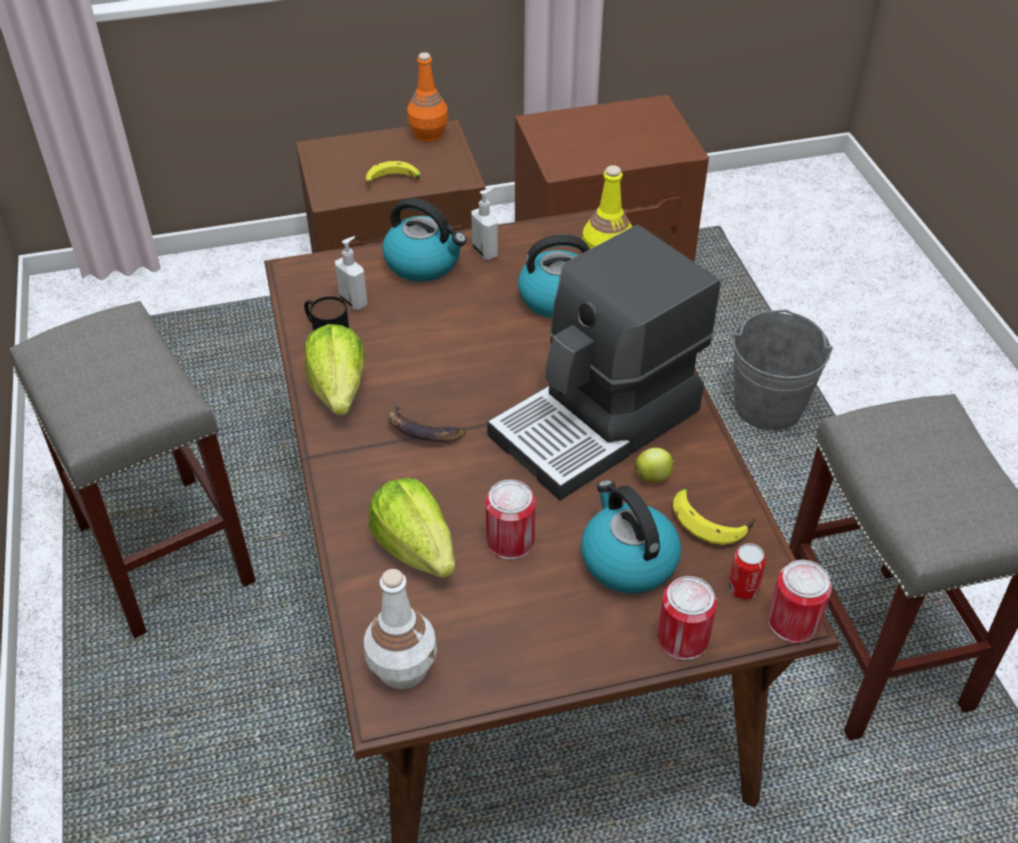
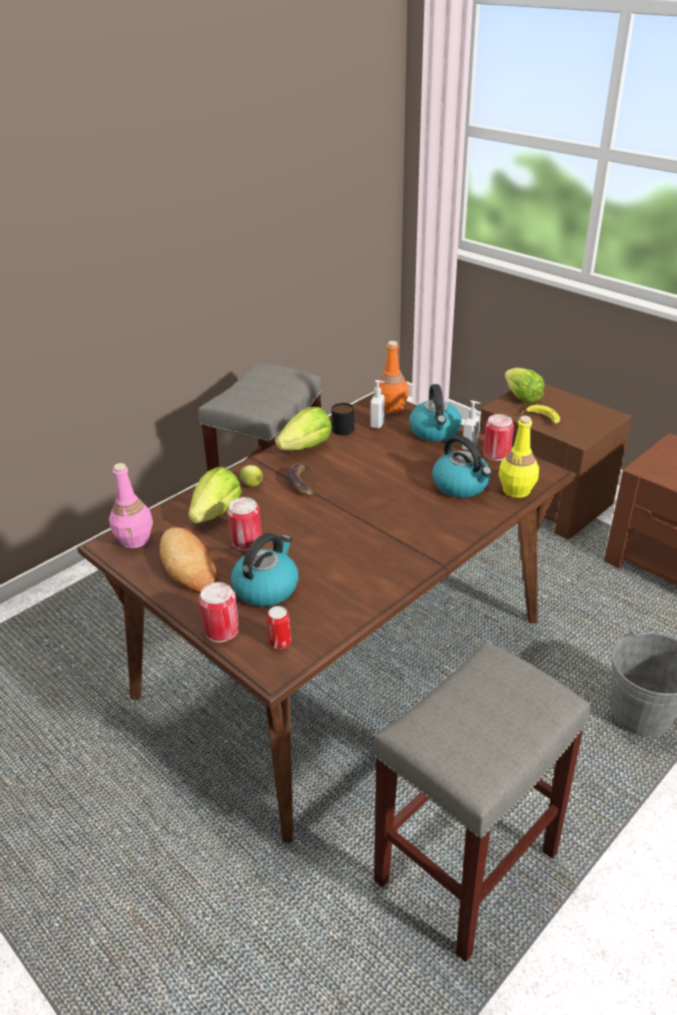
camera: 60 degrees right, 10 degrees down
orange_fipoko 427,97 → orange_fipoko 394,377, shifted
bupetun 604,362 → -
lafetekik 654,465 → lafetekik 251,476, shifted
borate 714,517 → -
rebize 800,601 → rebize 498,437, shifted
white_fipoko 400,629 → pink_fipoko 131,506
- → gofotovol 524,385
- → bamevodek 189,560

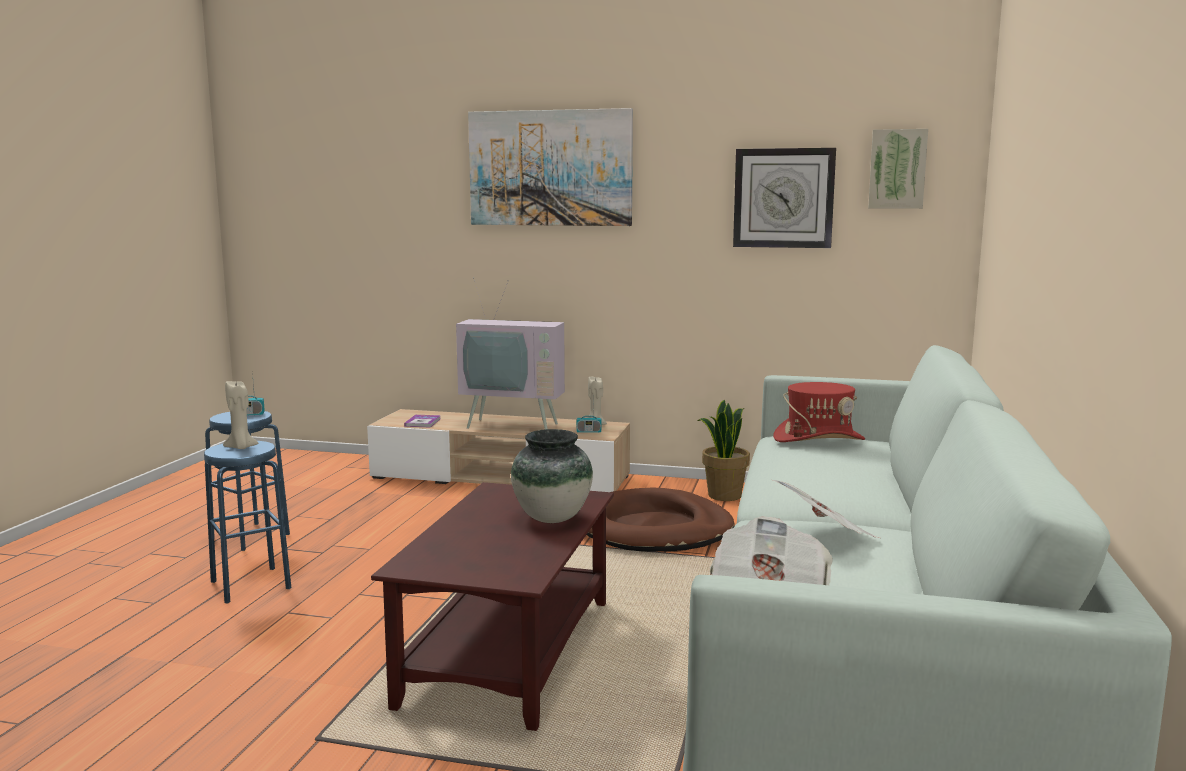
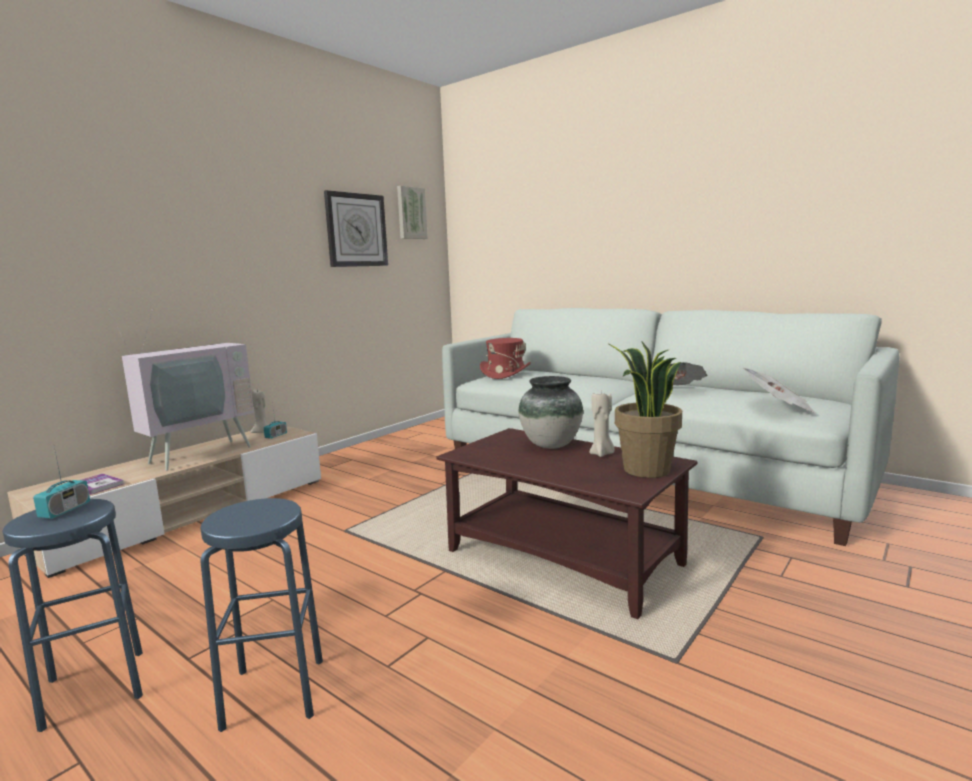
camera: 65 degrees left, 0 degrees up
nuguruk 550,167 → -
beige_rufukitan 240,415 → beige_rufukitan 602,423, shifted
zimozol 724,450 → zimozol 645,410, shifted
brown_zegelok 661,520 → -

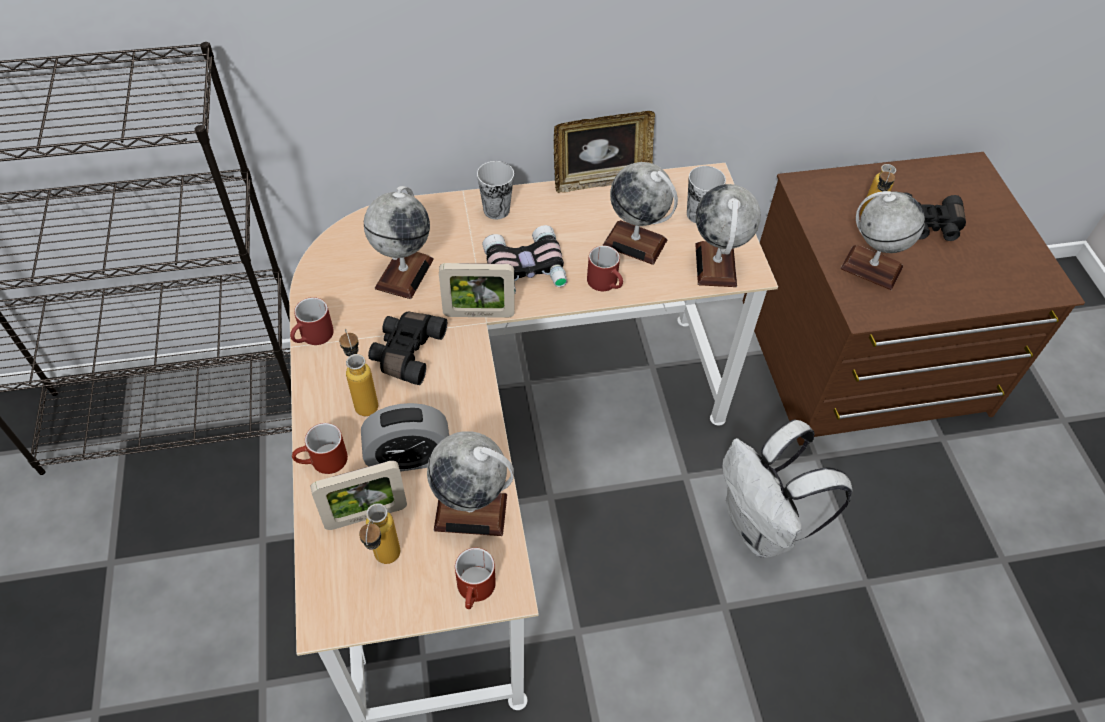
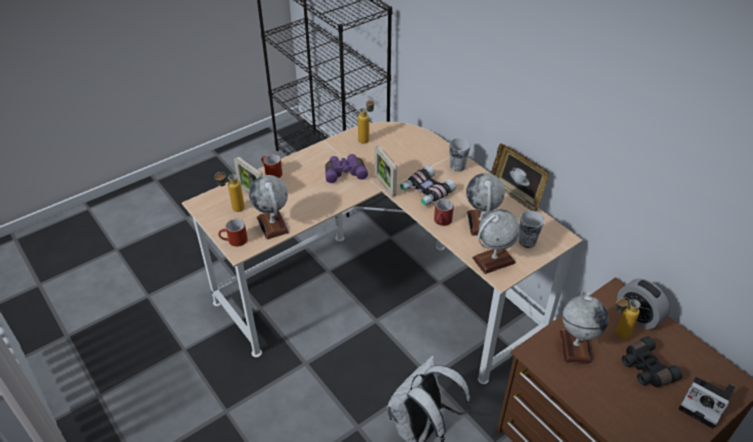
camera: 65 degrees right, 10 degrees down
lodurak 399,242 → -
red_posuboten 312,321 → -
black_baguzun 407,348 → purple_baguzun 346,168
fipoko 358,372 → fipoko 366,121, shifted
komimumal 405,437 → komimumal 643,304, shifted
- → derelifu 707,403

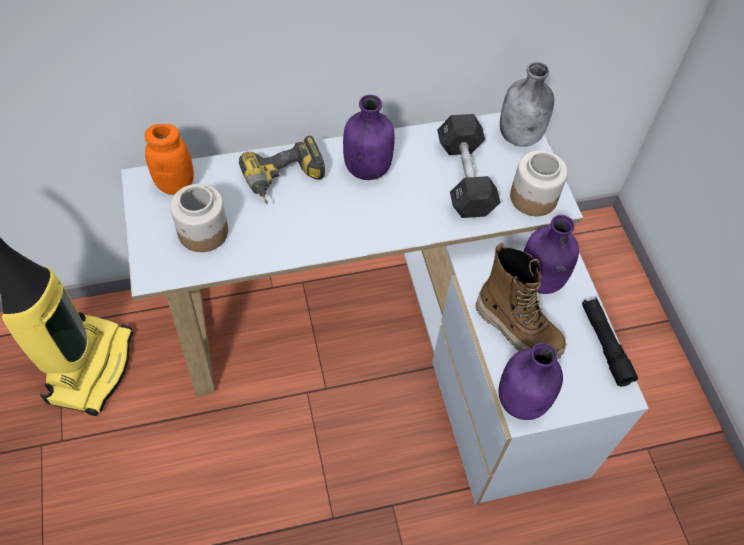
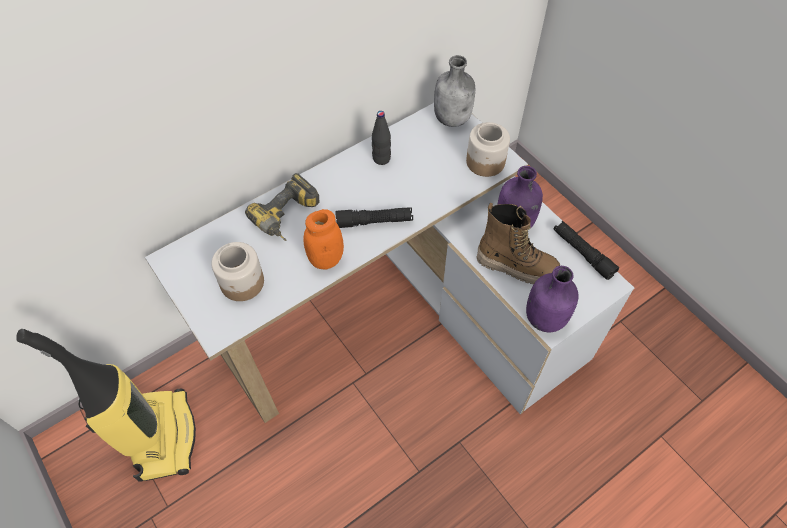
camera: 20 degrees left, 0 degrees up
purple_fipoko 369,137 → -
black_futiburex 469,166 → -
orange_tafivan 169,159 → orange_tafivan 324,239, shifted
- → black_fipoko 381,138
- → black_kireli 374,217

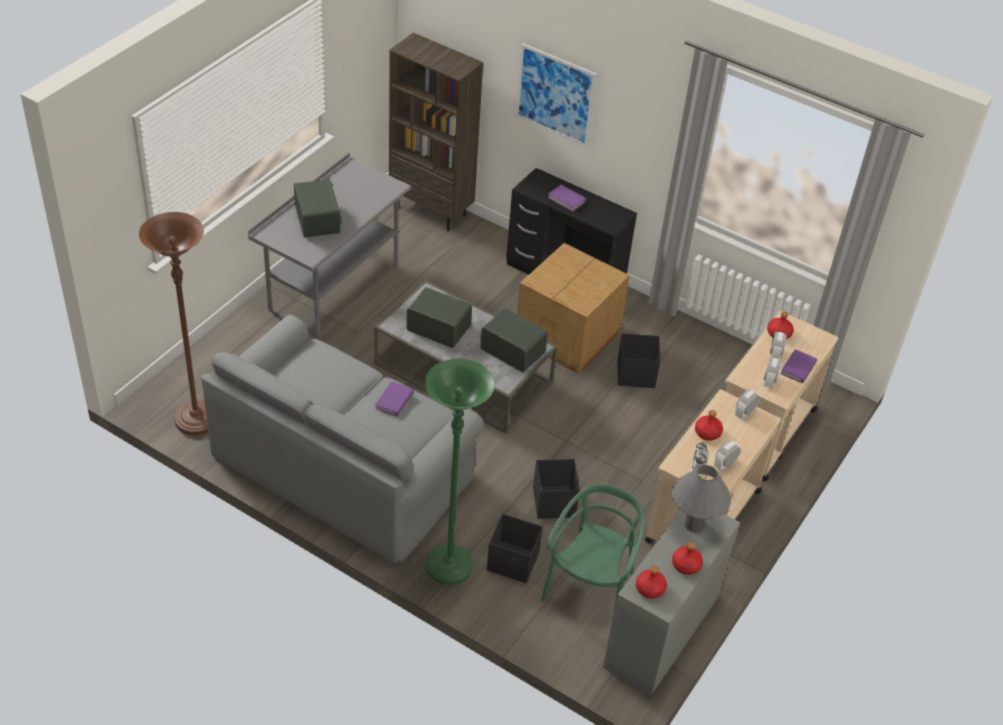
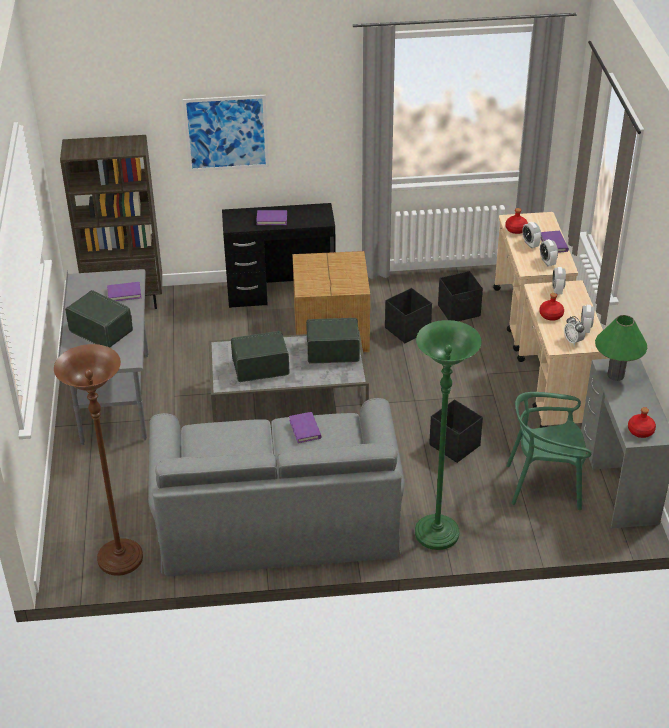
camera: 35 degrees left, 5 degrees down
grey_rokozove 701,498 → green_rokozove 621,348
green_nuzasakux 593,554 → green_nuzasakux 548,451, 75 degrees counterclockwise
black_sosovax 515,548 → black_sosovax 460,296, shifted
red_fipoko 687,558 → -
- → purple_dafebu 124,291

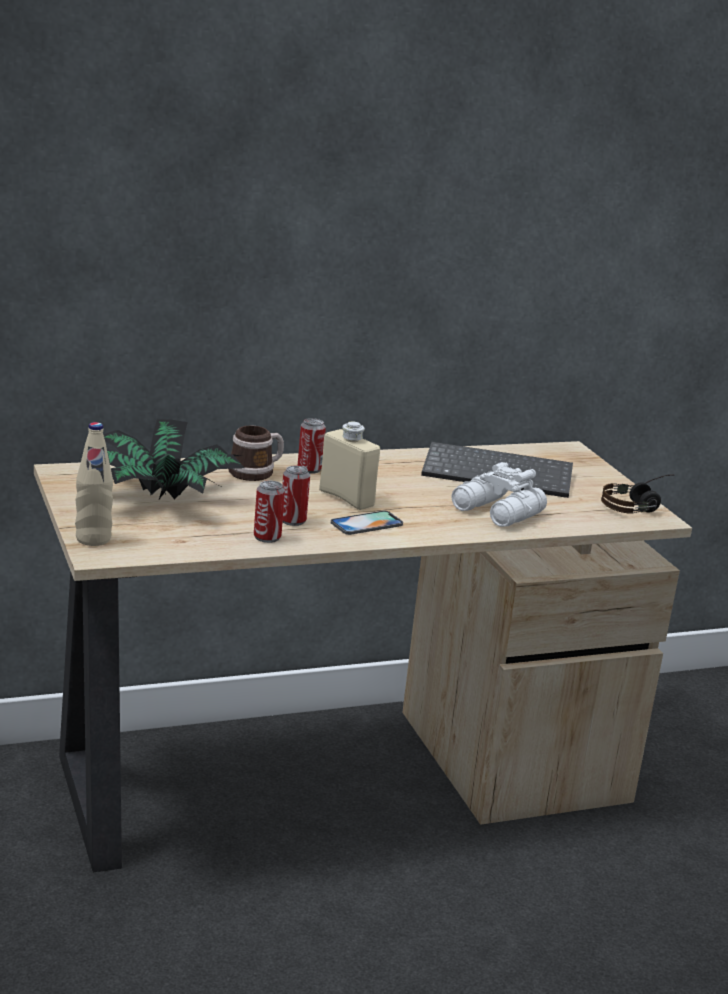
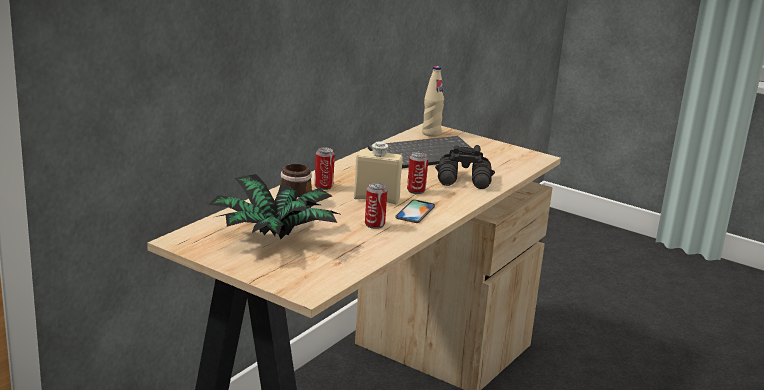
camera: 35 degrees left, 0 degrees up
beige_fipoko 94,484 → beige_fipoko 433,101, shifted
white_baguzun 499,494 → black_baguzun 465,167
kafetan 637,494 → -
rebize 269,512 → rebize 417,173, shifted

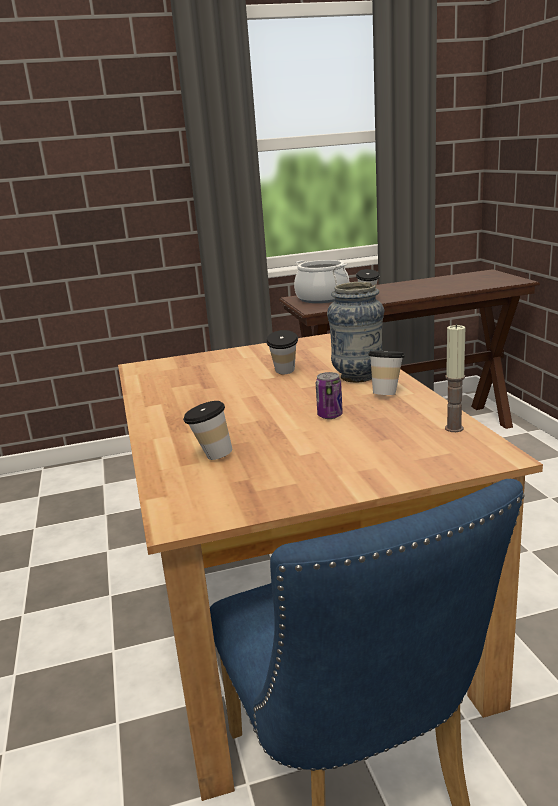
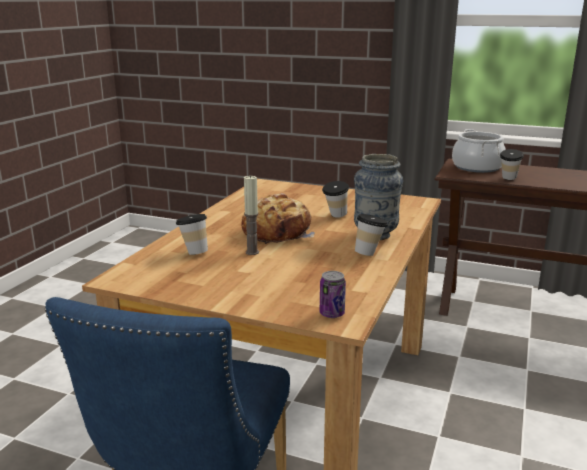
camera: 35 degrees right, 0 degrees up
rufukitan 455,378 → rufukitan 251,215, shifted
rebize 329,395 → rebize 333,294, shifted
- → bamevodek 278,218

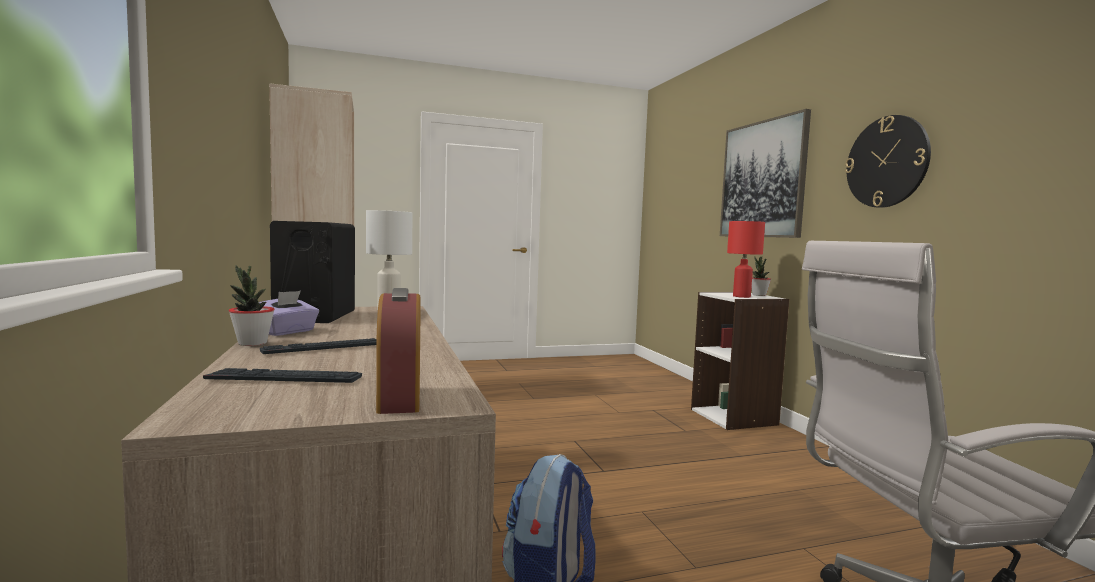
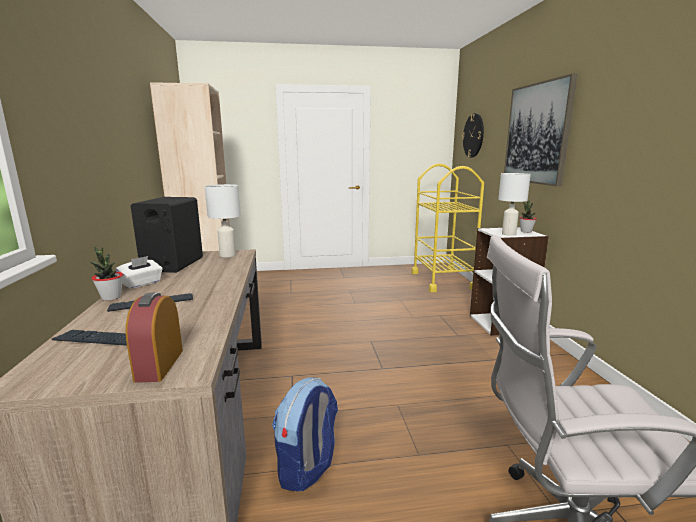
camera: 10 degrees right, 10 degrees up
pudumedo 888,161 → pudumedo 473,135, shifted
red_rokozove 746,259 → white_rokozove 514,204
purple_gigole 289,313 → white_gigole 139,272
- → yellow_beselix 448,228

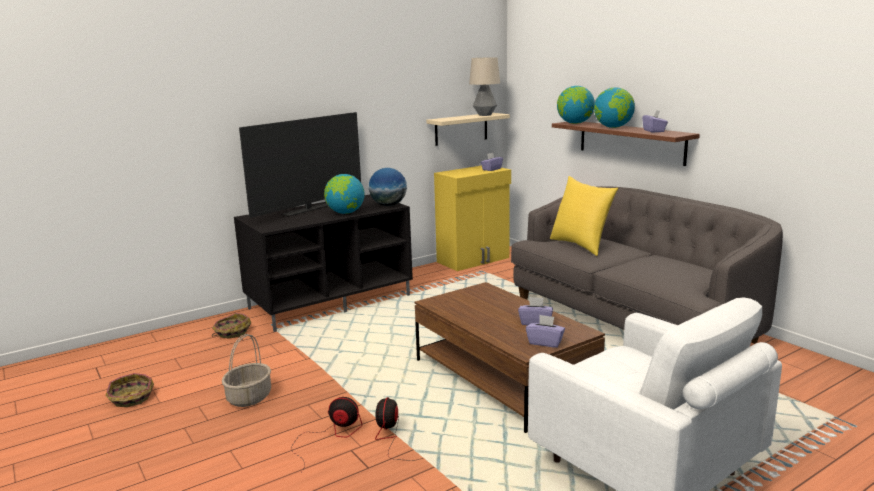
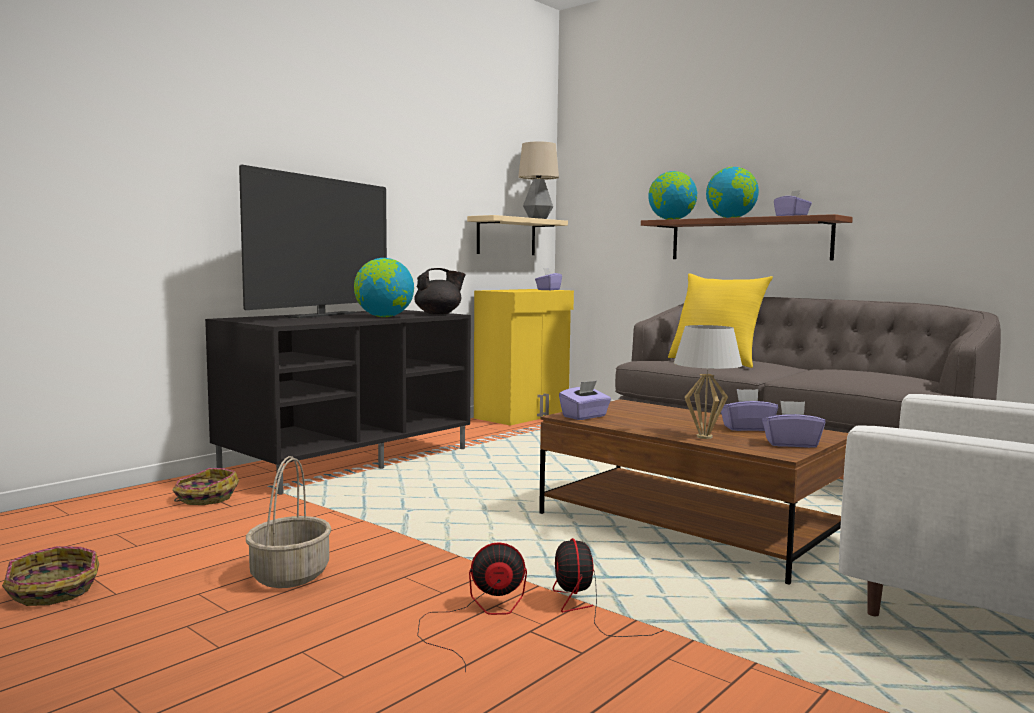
camera: 15 degrees left, 10 degrees down
lodurak 388,187 → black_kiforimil 440,291
- → white_rokozove 708,382
- → purple_gigole 585,400

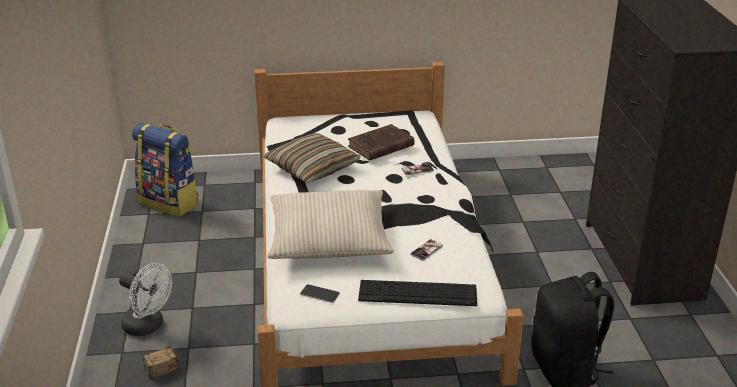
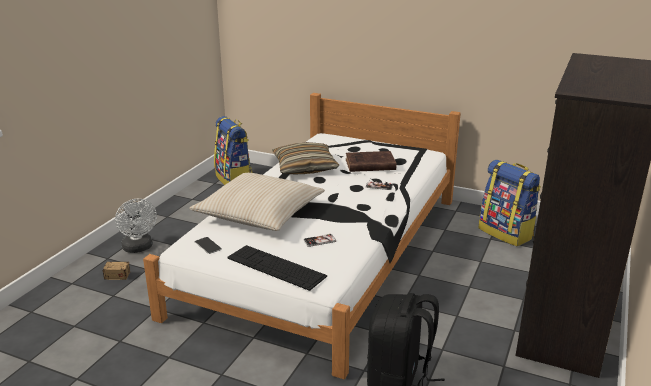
camera: 30 degrees right, 5 degrees down
- → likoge 510,203

